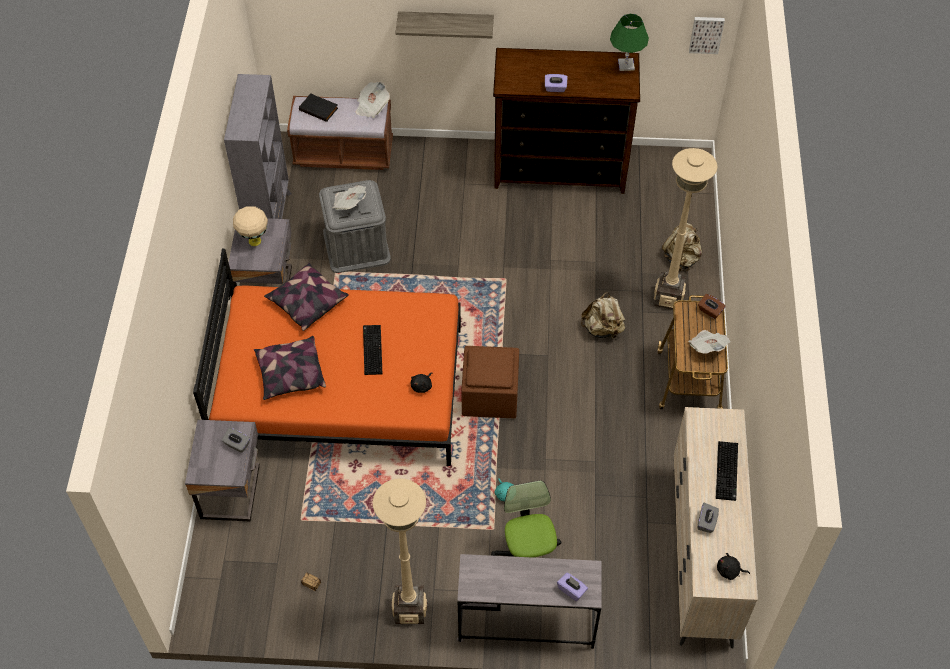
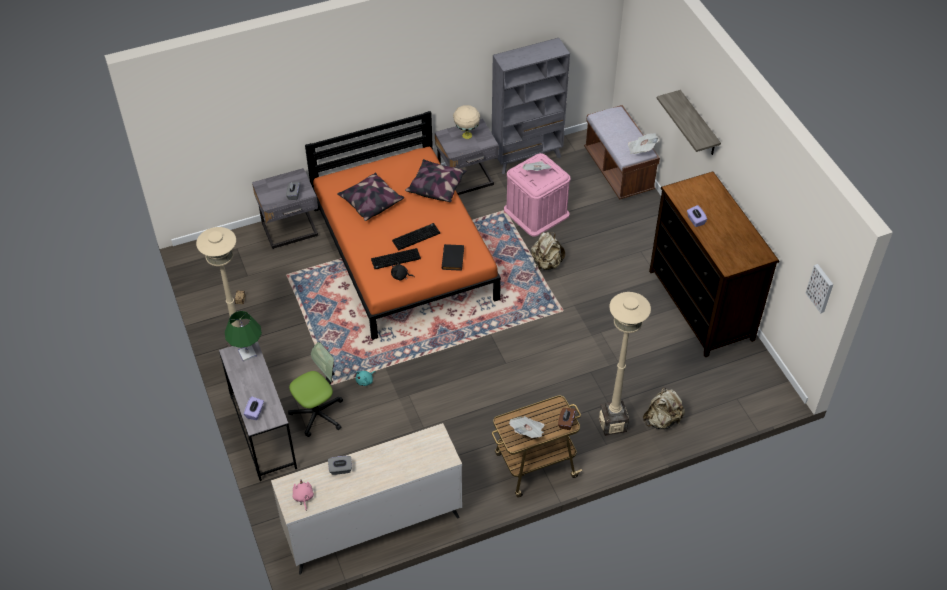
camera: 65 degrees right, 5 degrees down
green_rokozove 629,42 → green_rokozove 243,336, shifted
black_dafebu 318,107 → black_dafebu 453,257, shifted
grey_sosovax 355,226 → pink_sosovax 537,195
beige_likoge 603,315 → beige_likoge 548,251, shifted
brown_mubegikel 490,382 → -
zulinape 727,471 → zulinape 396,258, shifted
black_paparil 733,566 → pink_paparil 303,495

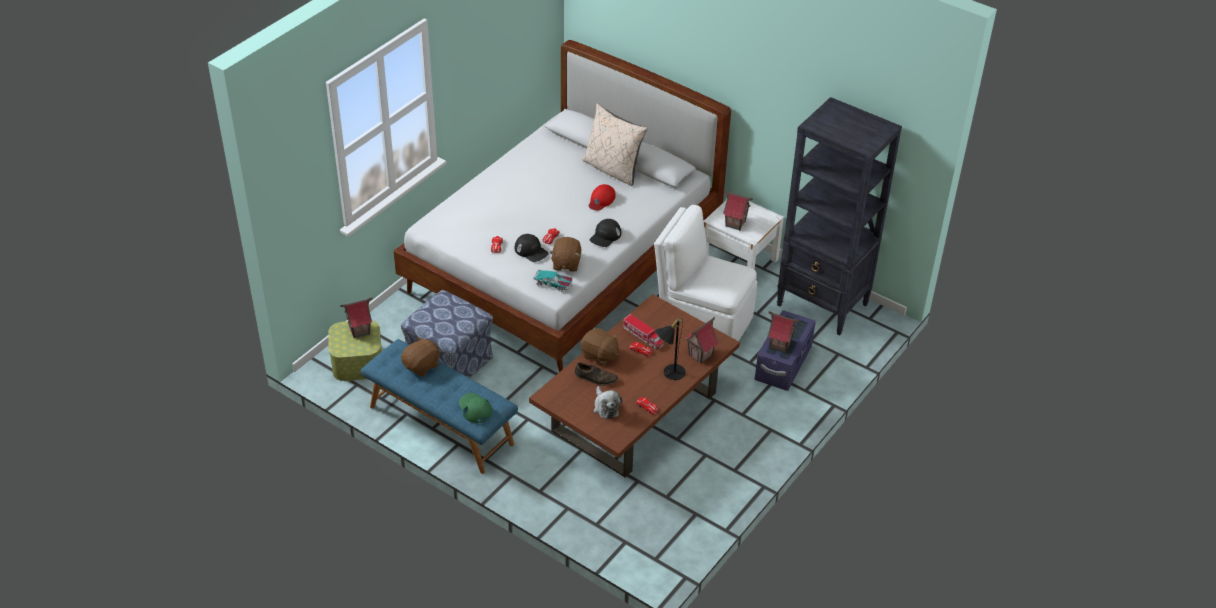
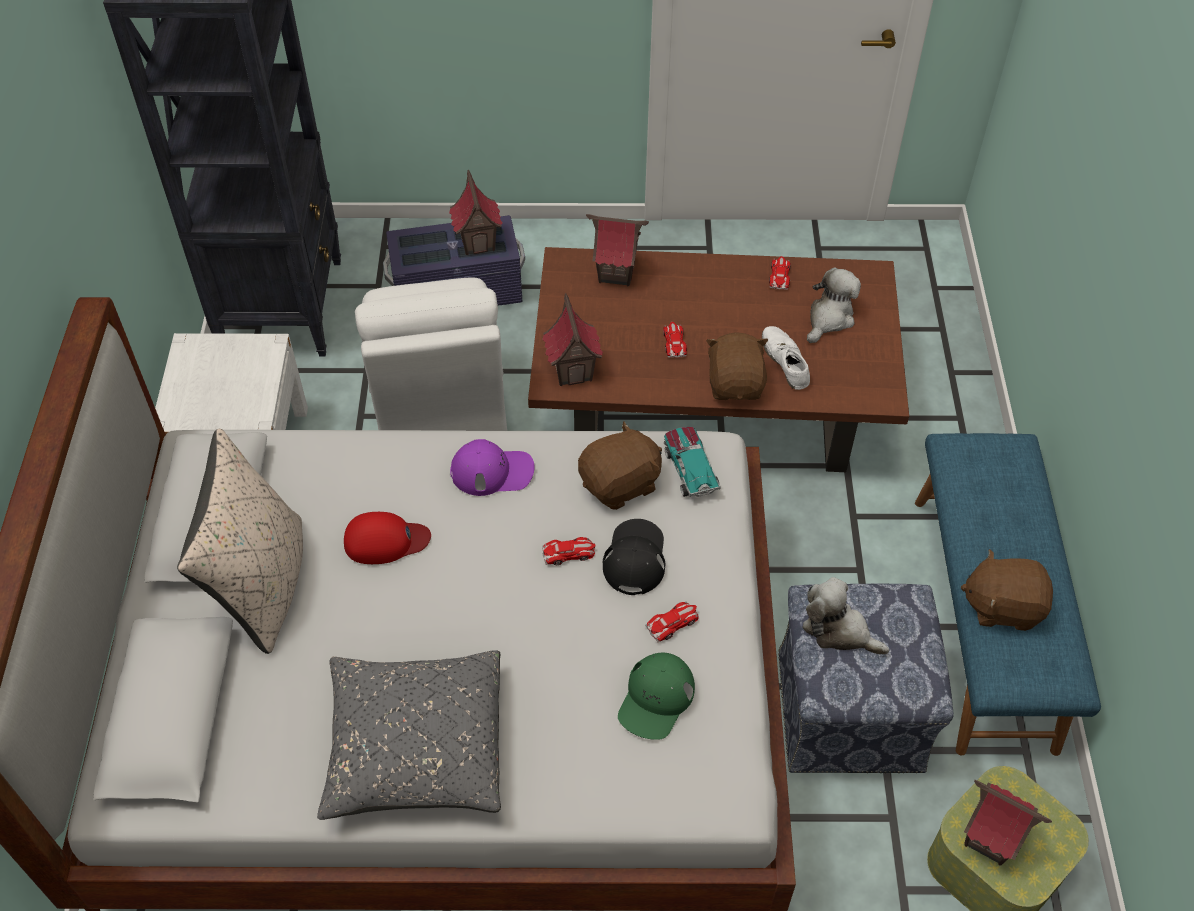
camera: 125 degrees left, 10 degrees up
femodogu 738,210 → femodogu 572,339, shifted
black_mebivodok 605,233 → purple_mebivodok 492,467
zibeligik 643,331 → -
black_rokozove 671,349 → -
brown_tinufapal 596,374 → white_tinufapal 786,358
green_mebivodok 475,408 → green_mebivodok 656,696, shifted
- → paparil 845,616
- → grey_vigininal 409,735

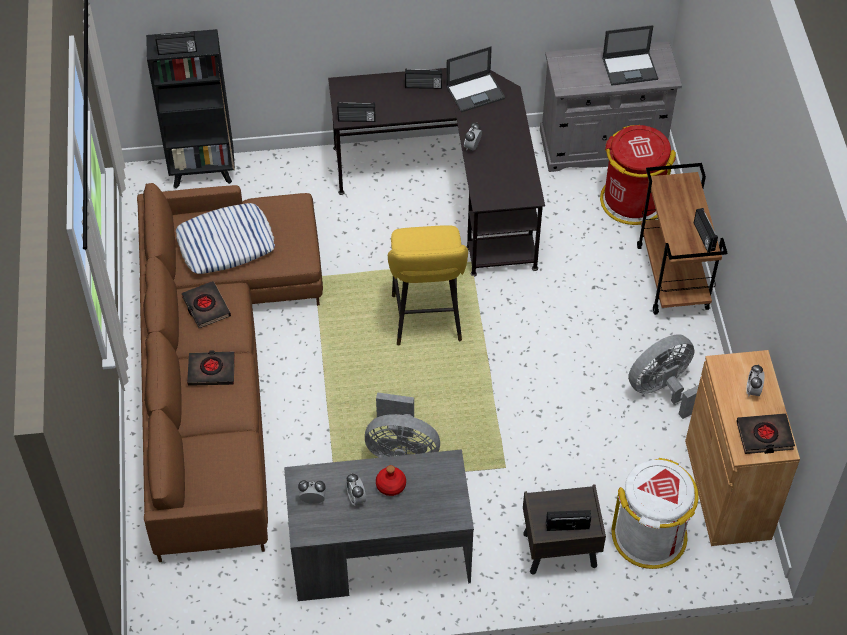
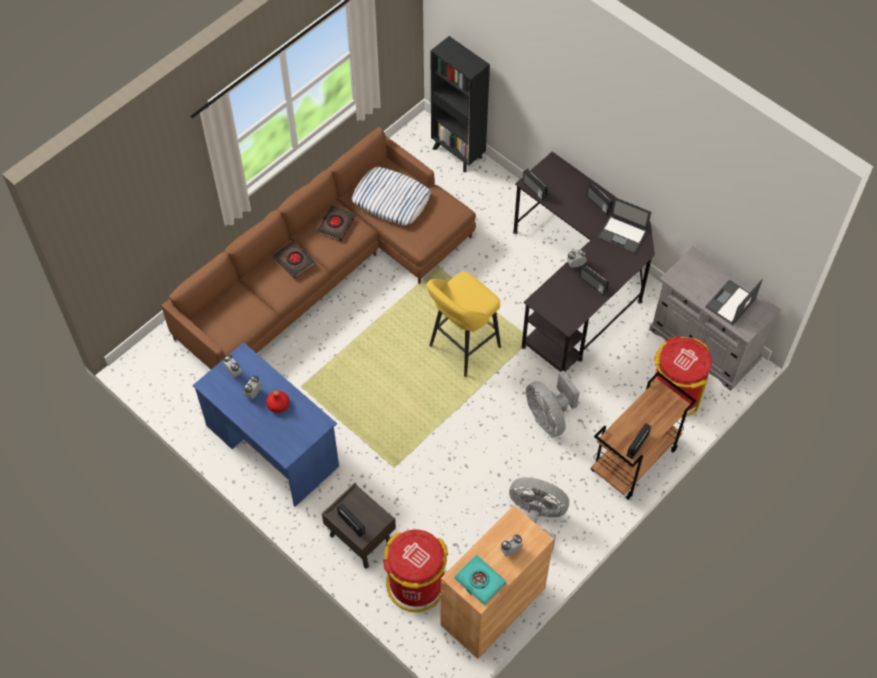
camera: 50 degrees right, 5 degrees up
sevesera 630,55 → sevesera 734,302, 90 degrees clockwise
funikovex 176,43 → funikovex 594,279, shifted
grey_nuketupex 402,425 → grey_nuketupex 553,403, shifted
black_dafebu 765,434 → turquoise_dafebu 480,580
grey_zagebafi 379,525 → blue_zagebafi 266,424
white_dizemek 655,513 → red_dizemek 415,571

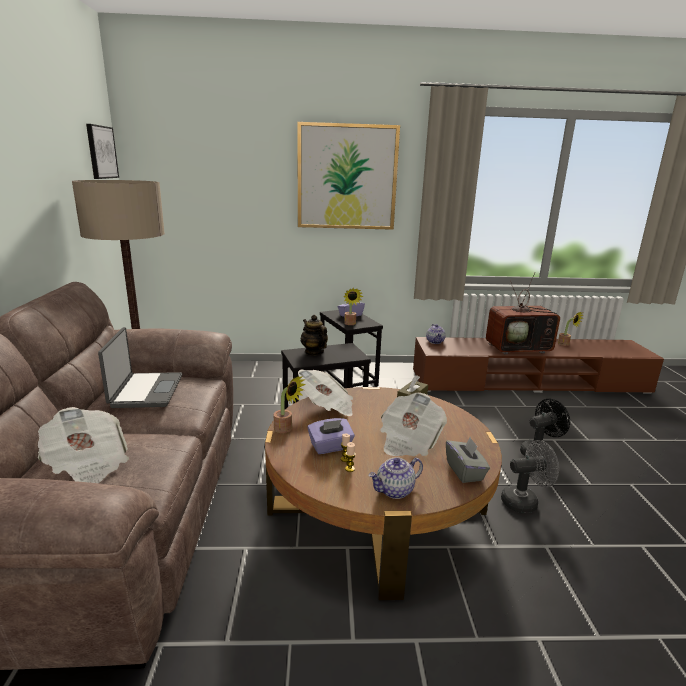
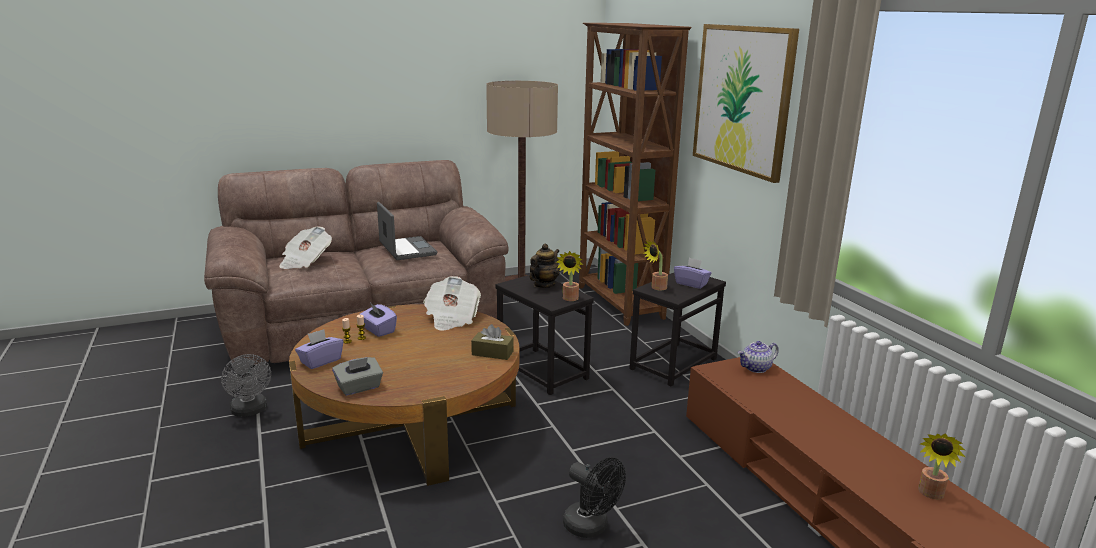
camera: 70 degrees right, 0 degrees up
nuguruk 102,151 → -
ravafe 523,313 → -
sevesera 140,367 → sevesera 407,231, 90 degrees counterclockwise
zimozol 290,404 → zimozol 569,276, shifted
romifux 413,424 → -
grey_nuketupex 530,476 → grey_nuketupex 246,385, shifted
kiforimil 396,478 → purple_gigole 319,349
- → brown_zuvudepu 635,174

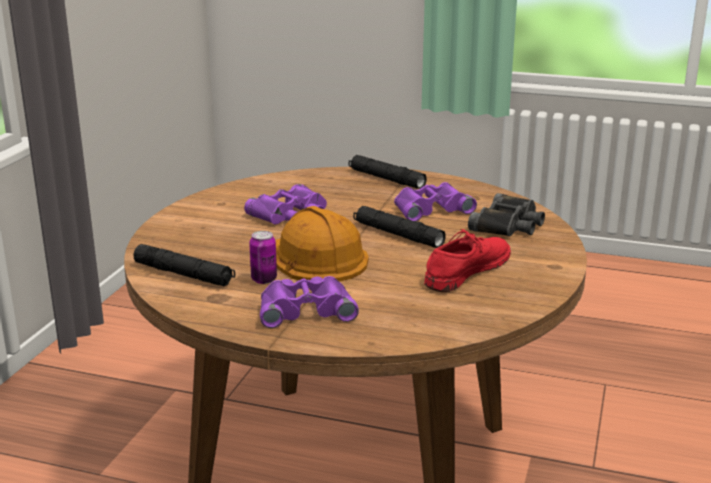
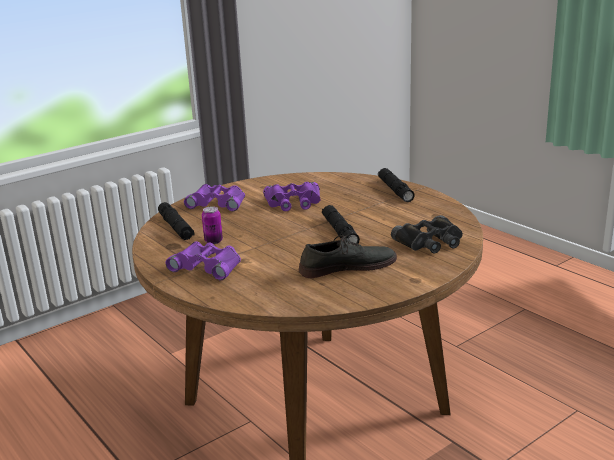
camera: 35 degrees right, 0 degrees up
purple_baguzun 435,201 → purple_baguzun 214,198, shifted
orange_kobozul 322,244 → -
red_tinufapal 467,260 → grey_tinufapal 348,256

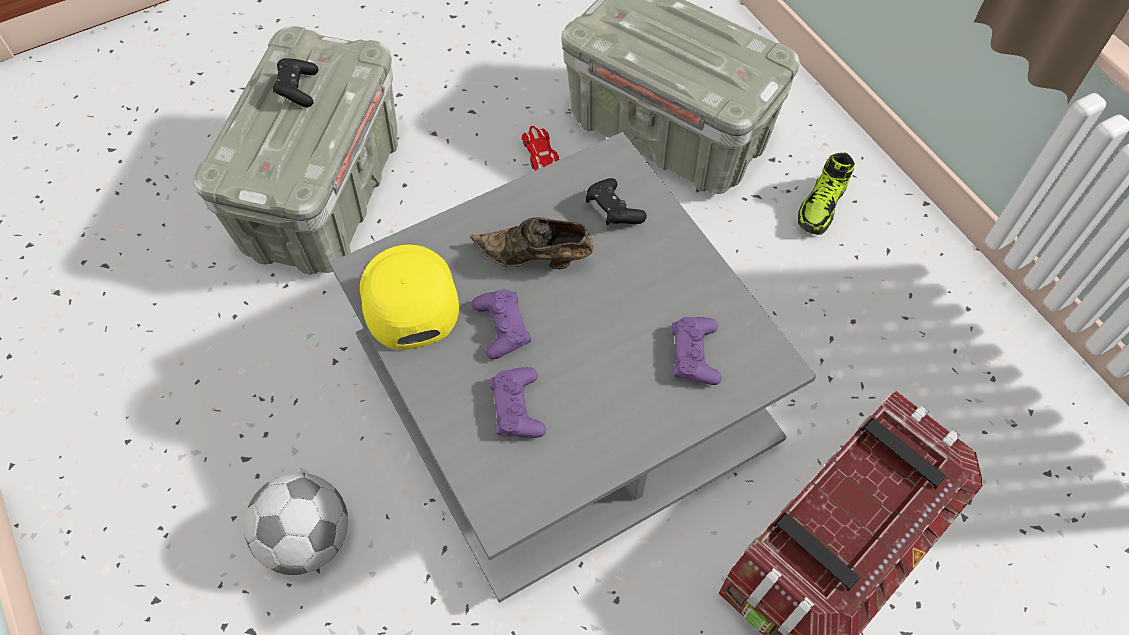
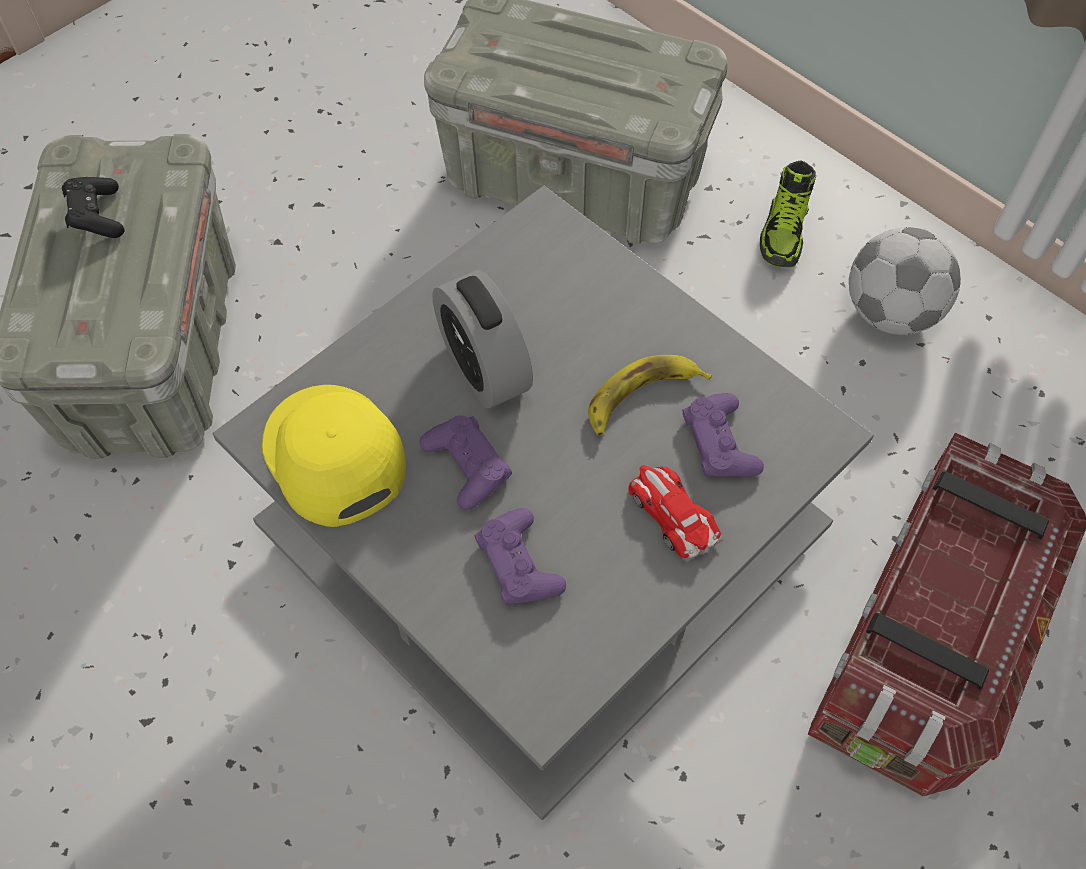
camera: 15 degrees left, 0 degrees up
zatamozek 540,148 → zatamozek 675,513, shifted
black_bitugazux 616,201 → -
brown_tinufapal 532,243 → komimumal 482,339
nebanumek 296,523 → nebanumek 905,281, shifted
- → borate 650,395

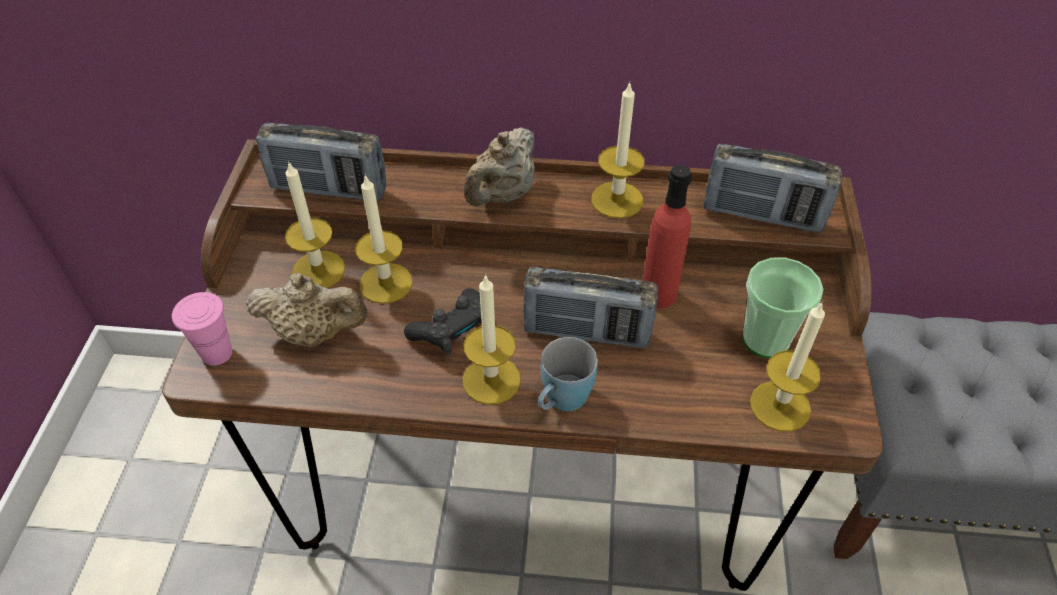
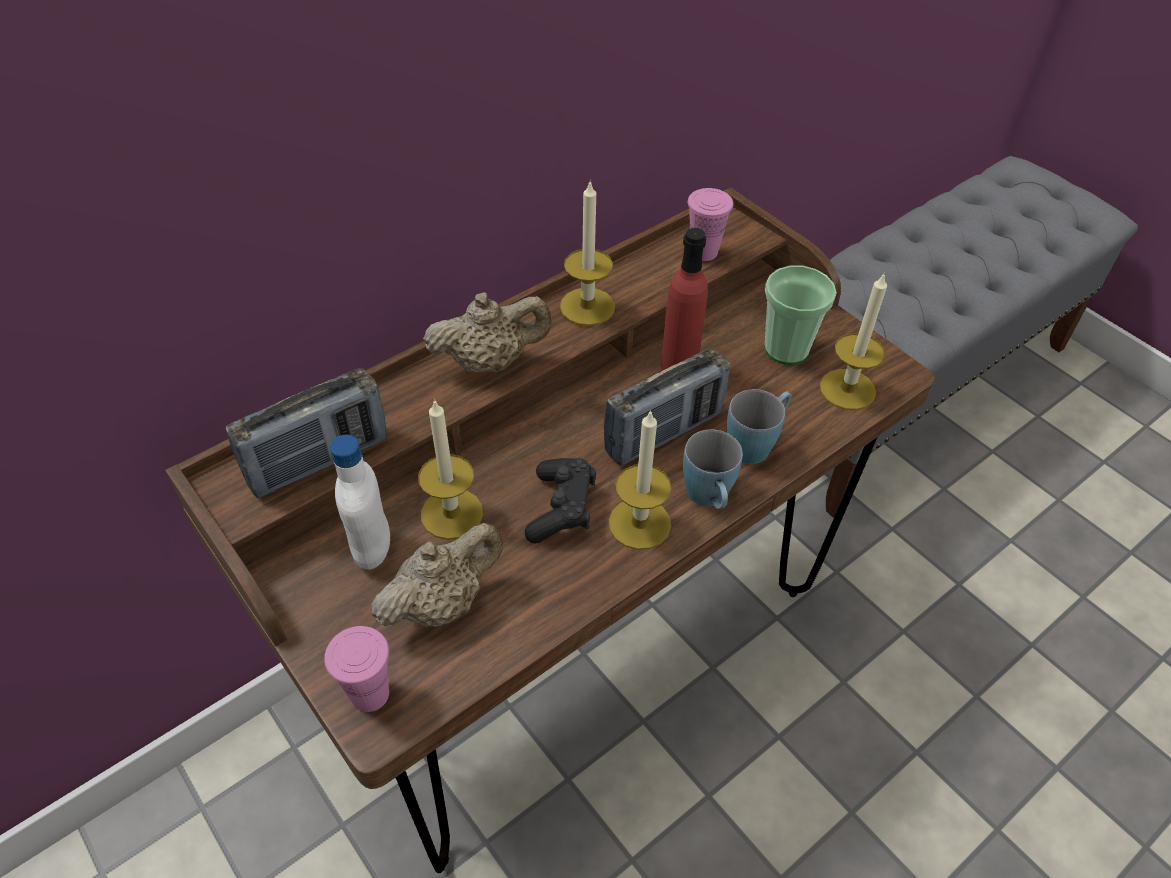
camera: 45 degrees left, 0 degrees up
beige_kiforimil 499,167 → beige_kiforimil 487,332, 90 degrees counterclockwise
funikovex 773,188 → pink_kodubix 710,224
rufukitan 315,224 → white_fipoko 360,502
- → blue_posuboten 759,426

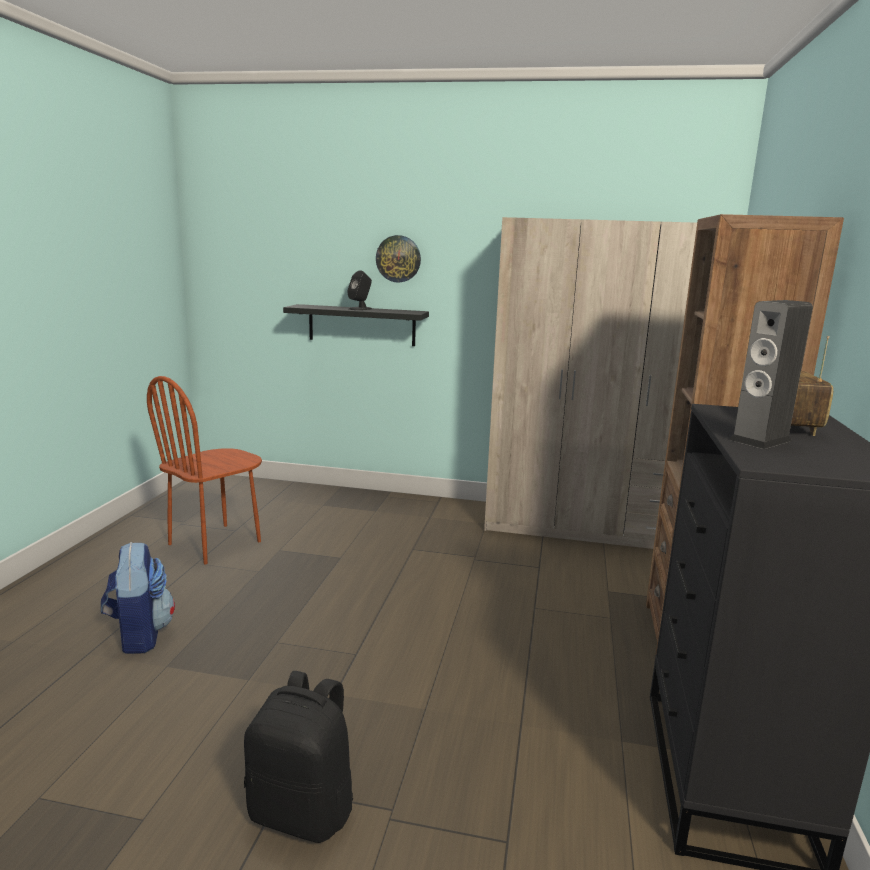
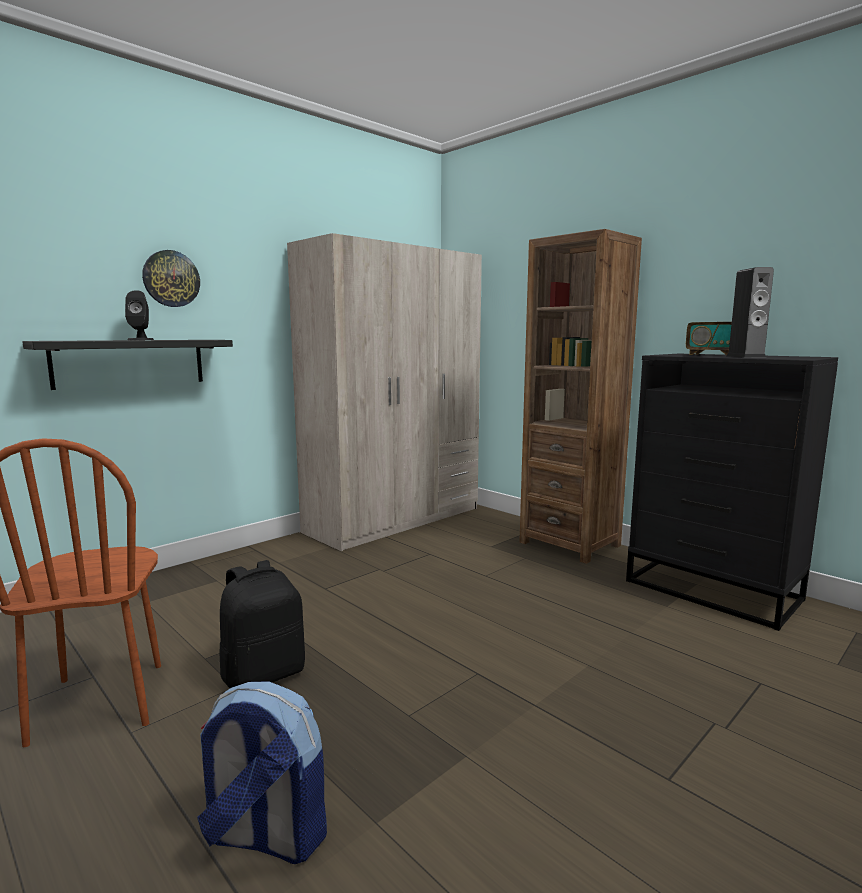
camera: 55 degrees left, 5 degrees down
black_likoge 298,757 → black_likoge 262,624, shifted

